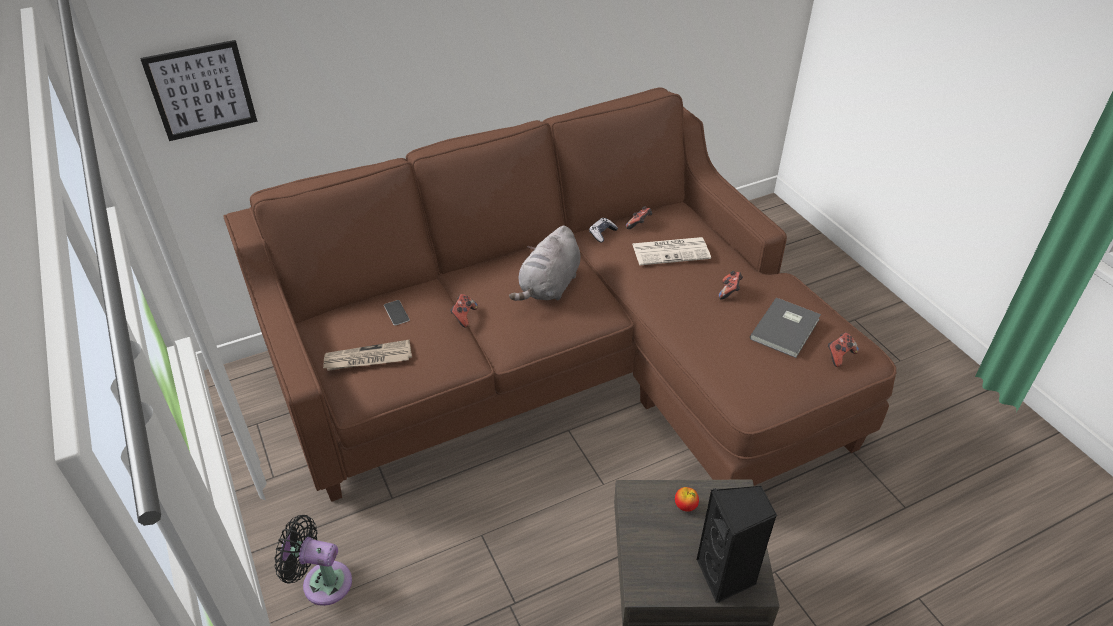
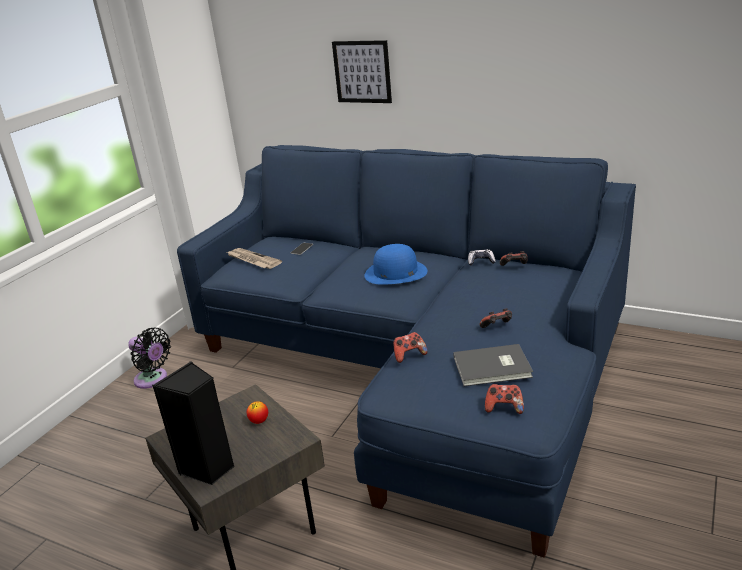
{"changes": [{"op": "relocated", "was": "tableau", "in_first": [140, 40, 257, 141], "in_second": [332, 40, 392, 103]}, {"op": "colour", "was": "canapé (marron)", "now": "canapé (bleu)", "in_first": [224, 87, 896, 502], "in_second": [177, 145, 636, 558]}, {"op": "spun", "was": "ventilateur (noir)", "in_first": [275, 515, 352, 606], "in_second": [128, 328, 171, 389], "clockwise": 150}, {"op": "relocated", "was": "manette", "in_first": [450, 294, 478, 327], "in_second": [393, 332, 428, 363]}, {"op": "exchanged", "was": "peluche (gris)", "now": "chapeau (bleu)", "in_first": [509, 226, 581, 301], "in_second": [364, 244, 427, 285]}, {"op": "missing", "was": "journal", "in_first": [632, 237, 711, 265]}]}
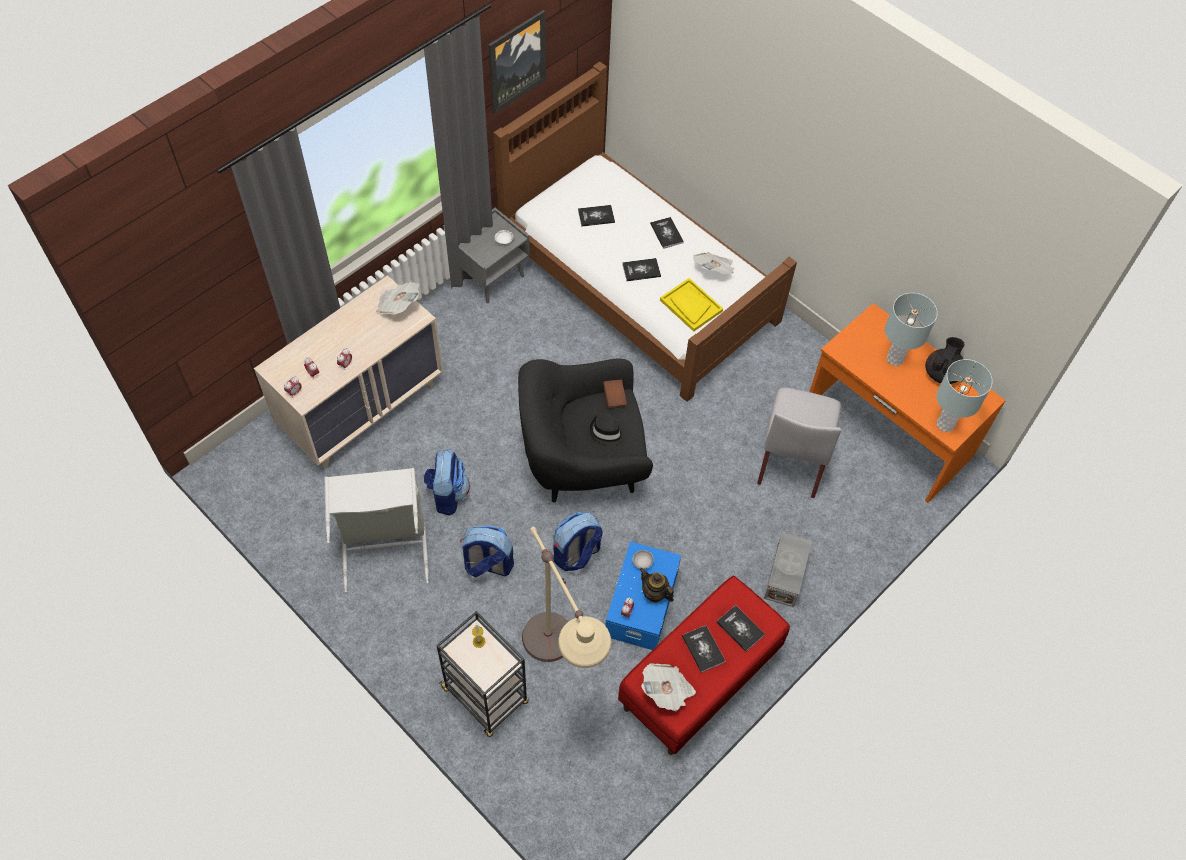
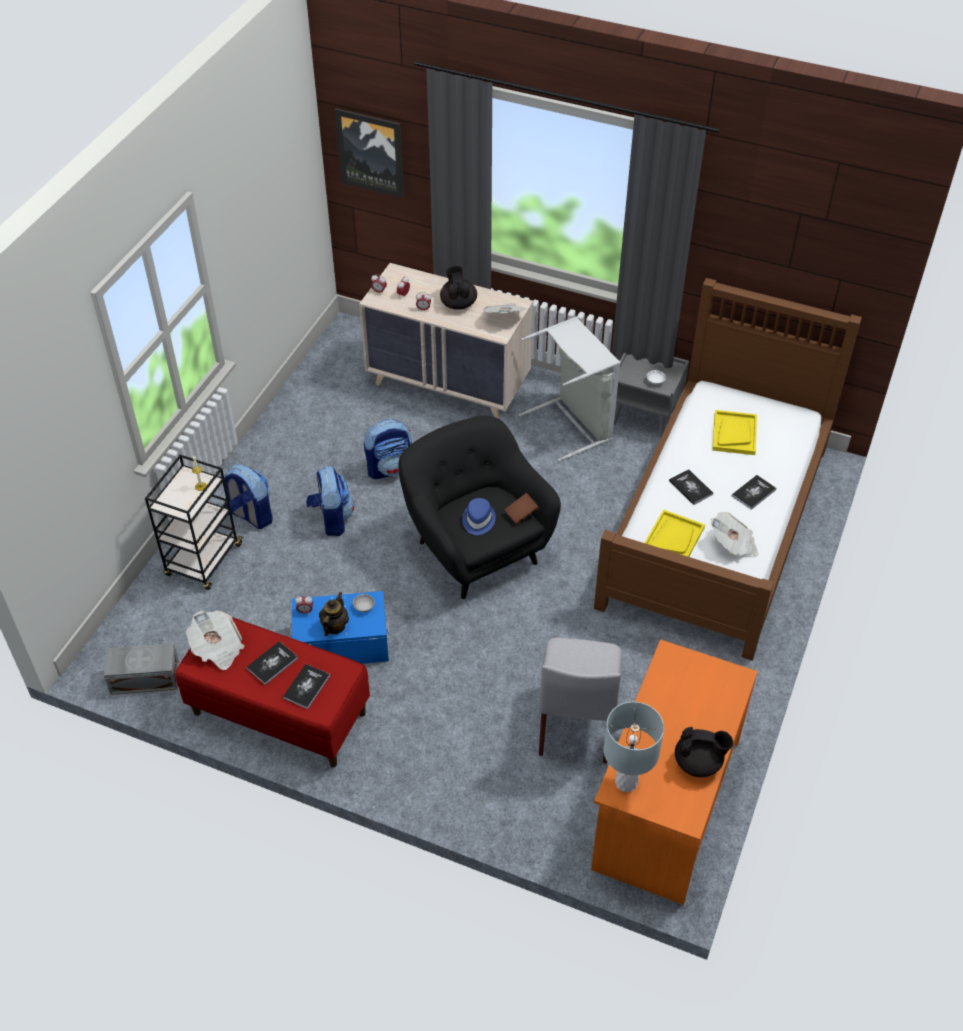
{"changes": [{"op": "relocated", "was": "panier à linge (gris)", "in_first": [324, 468, 429, 593], "in_second": [519, 316, 620, 461]}, {"op": "relocated", "was": "tableau", "in_first": [488, 10, 546, 114], "in_second": [335, 108, 404, 198]}, {"op": "missing", "was": "lampadaire (beige)", "in_first": [522, 527, 611, 668]}, {"op": "relocated", "was": "sac à dos", "in_first": [553, 512, 603, 571], "in_second": [224, 464, 273, 529]}, {"op": "exchanged", "was": "livre", "now": "plateau (jaune)", "in_first": [578, 205, 615, 227], "in_second": [712, 410, 757, 455]}, {"op": "colour", "was": "chapeau (noir)", "now": "chapeau (bleu)", "in_first": [590, 412, 625, 446], "in_second": [462, 498, 496, 535]}, {"op": "spun", "was": "chaise (gris)", "in_first": [757, 387, 842, 498], "in_second": [538, 637, 622, 764], "clockwise": -75}, {"op": "relocated", "was": "boîte de rangement (gris)", "in_first": [764, 532, 812, 607], "in_second": [104, 644, 179, 695]}, {"op": "missing", "was": "lampe de table (gris)", "in_first": [885, 293, 938, 366]}, {"op": "appeared", "now": "théière (noir)", "in_second": [440, 266, 477, 310]}]}
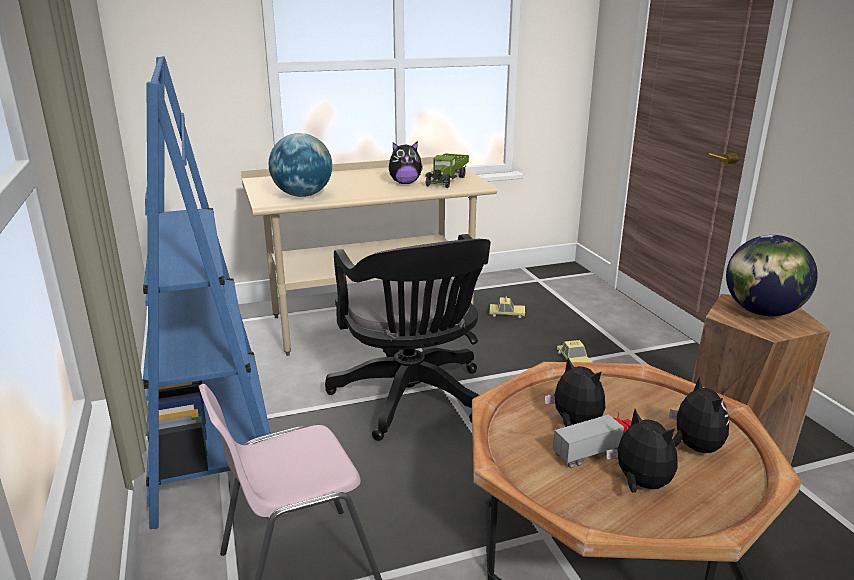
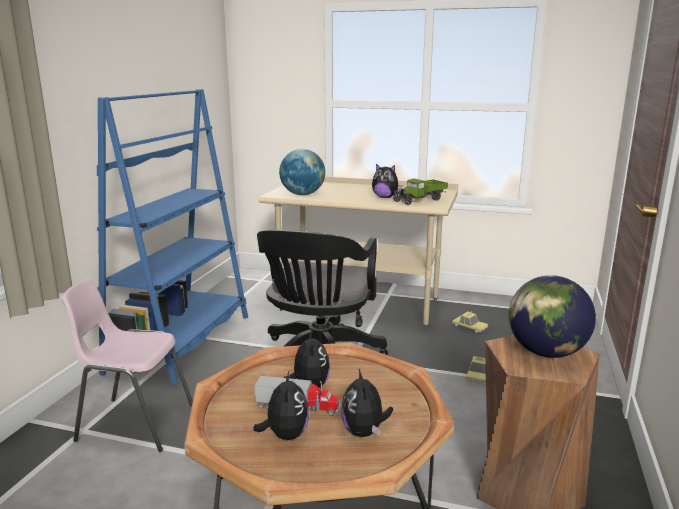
{"changes": [{"op": "spun", "was": "peluche", "in_first": [669, 376, 729, 453], "in_second": [341, 369, 393, 437], "clockwise": 150}]}
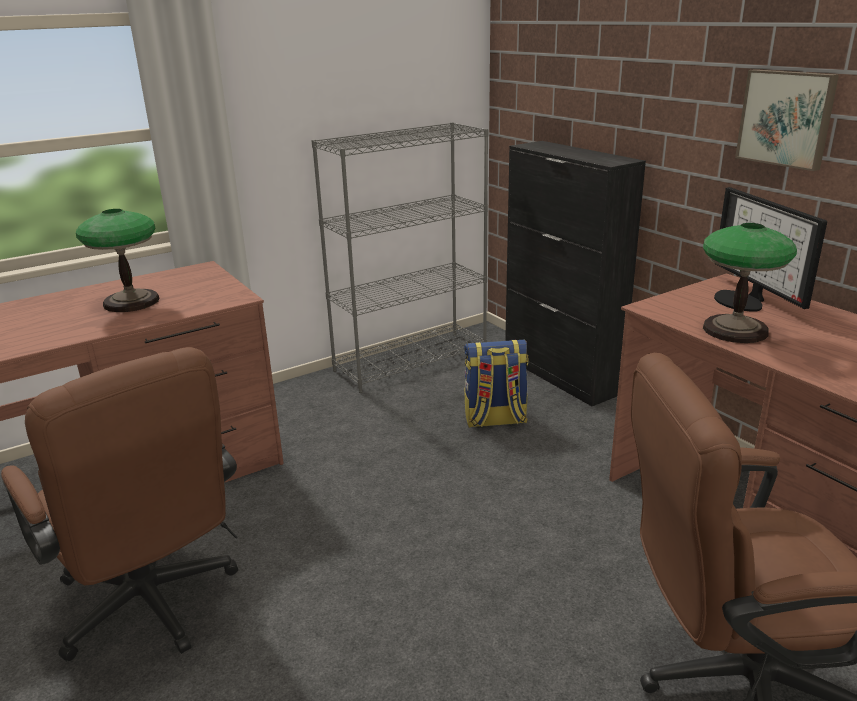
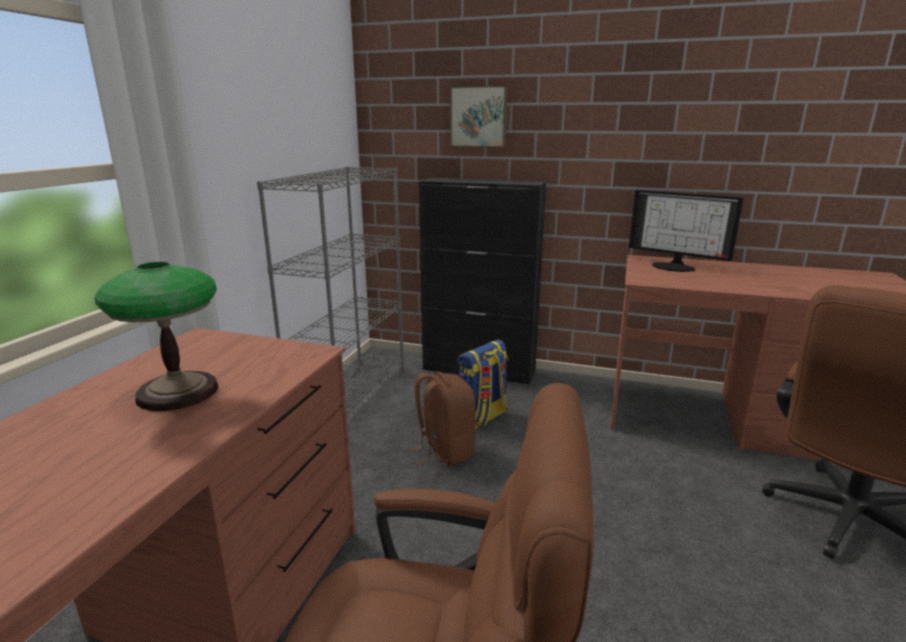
{"changes": [{"op": "missing", "was": "lampe de table", "in_first": [703, 223, 797, 343]}, {"op": "relocated", "was": "tableau", "in_first": [735, 69, 839, 171], "in_second": [450, 86, 508, 147]}, {"op": "appeared", "now": "sac à dos (marron)", "in_second": [407, 372, 476, 466]}]}
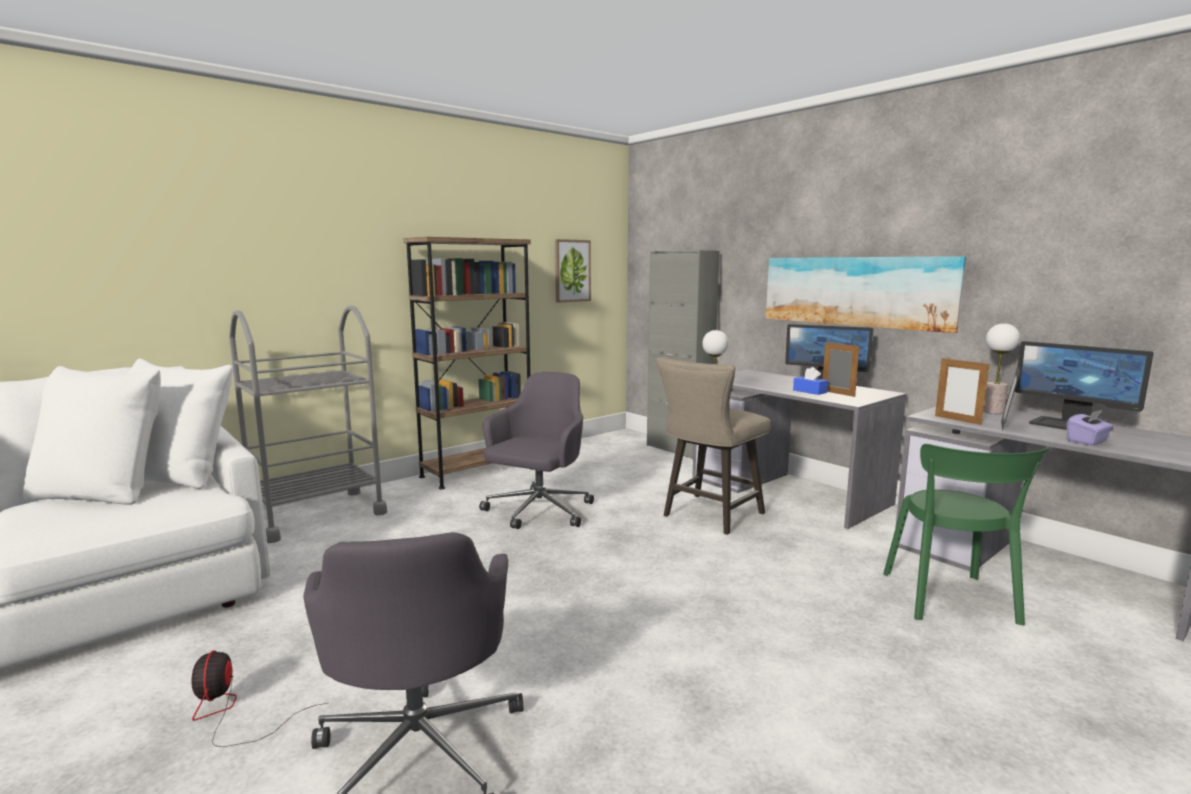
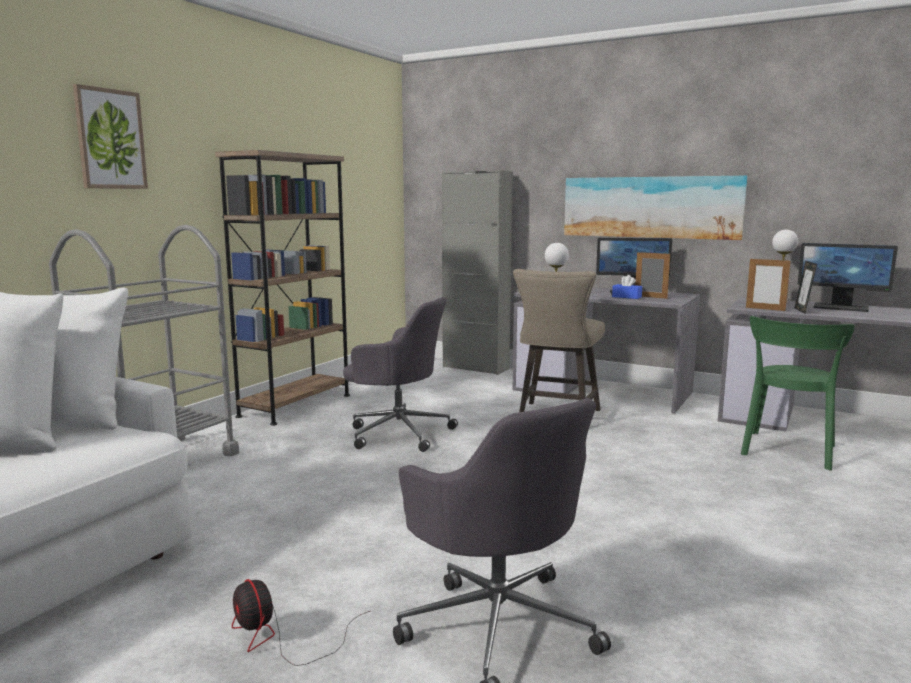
{"changes": [{"op": "spun", "was": "chaise de bureau (gris)", "in_first": [479, 372, 594, 529], "in_second": [343, 297, 458, 452], "clockwise": 105}, {"op": "relocated", "was": "tableau", "in_first": [555, 239, 591, 303], "in_second": [73, 84, 148, 189]}, {"op": "spun", "was": "chaise (vert)", "in_first": [883, 444, 1049, 626], "in_second": [741, 316, 855, 470], "clockwise": 45}, {"op": "missing", "was": "boîte à mouchoirs (violet)", "in_first": [1067, 410, 1114, 446]}]}
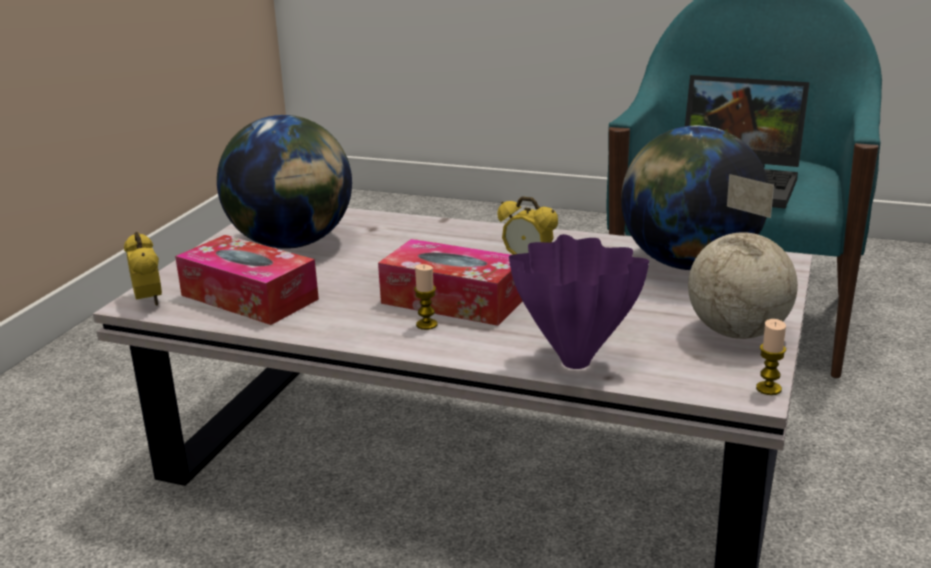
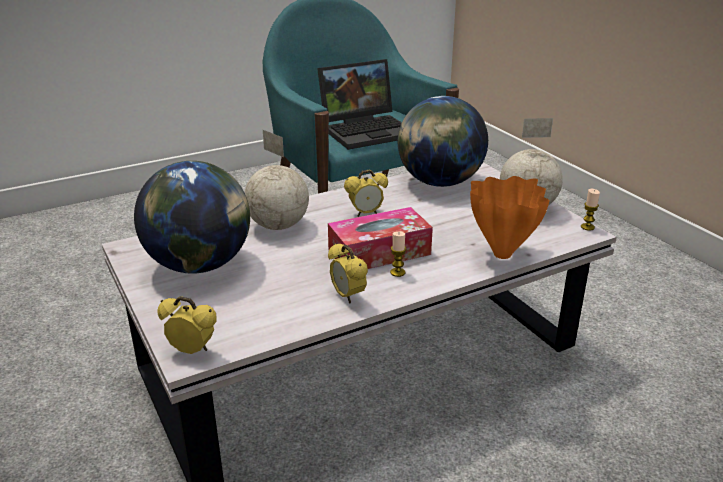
{"changes": [{"op": "missing", "was": "boîte à mouchoirs", "in_first": [175, 235, 319, 325]}, {"op": "colour", "was": "vase (violet)", "now": "vase (orange)", "in_first": [509, 234, 649, 369], "in_second": [470, 176, 550, 259]}, {"op": "appeared", "now": "globe", "in_second": [244, 130, 309, 230]}, {"op": "appeared", "now": "réveil", "in_second": [328, 243, 368, 304]}]}
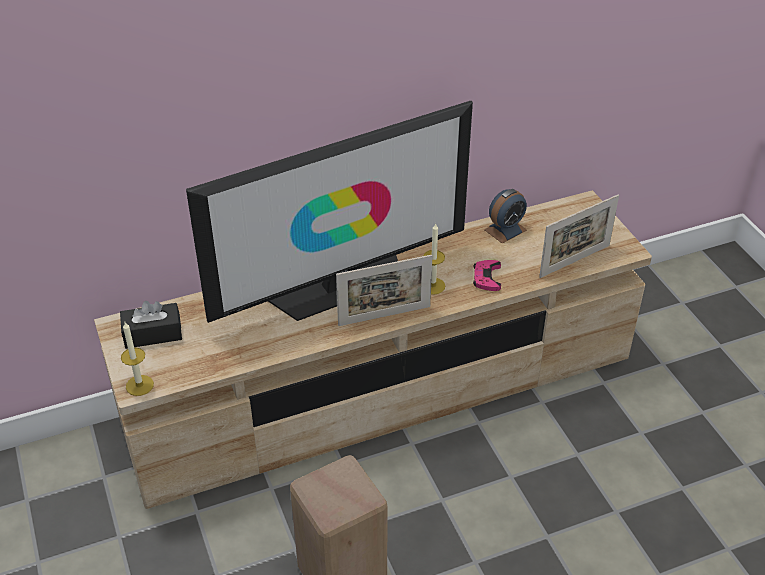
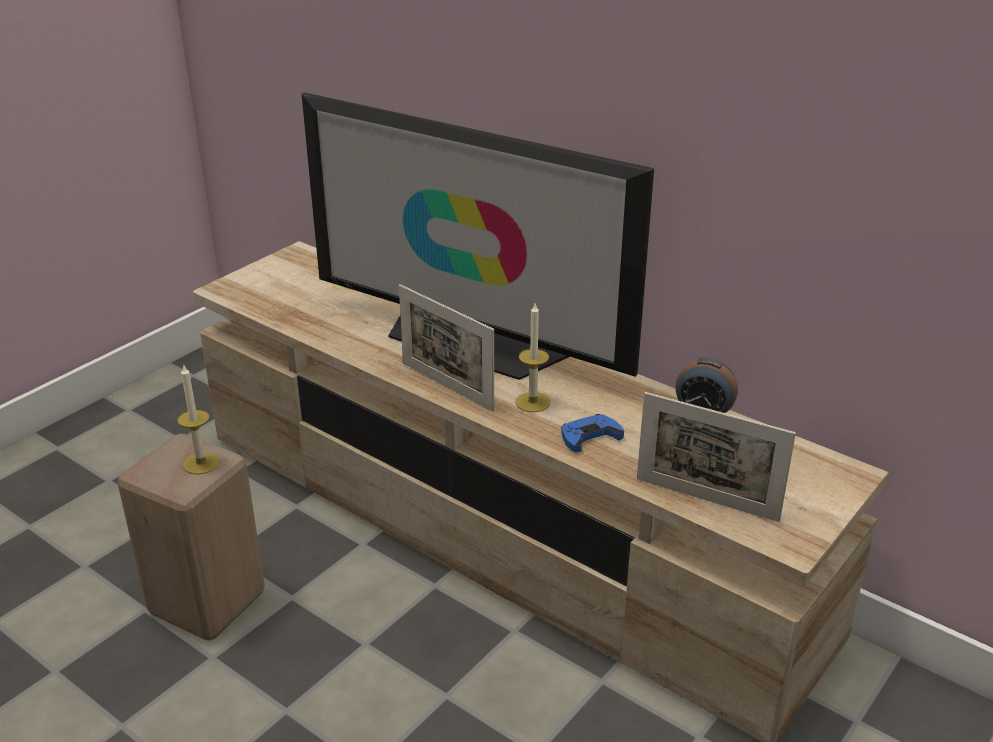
{"changes": [{"op": "missing", "was": "boîte à mouchoirs (noir)", "in_first": [120, 301, 182, 349]}, {"op": "relocated", "was": "bougie", "in_first": [121, 322, 154, 396], "in_second": [177, 364, 220, 474]}, {"op": "colour", "was": "manette (rose)", "now": "manette (bleu)", "in_first": [473, 260, 501, 291], "in_second": [561, 414, 624, 452]}]}
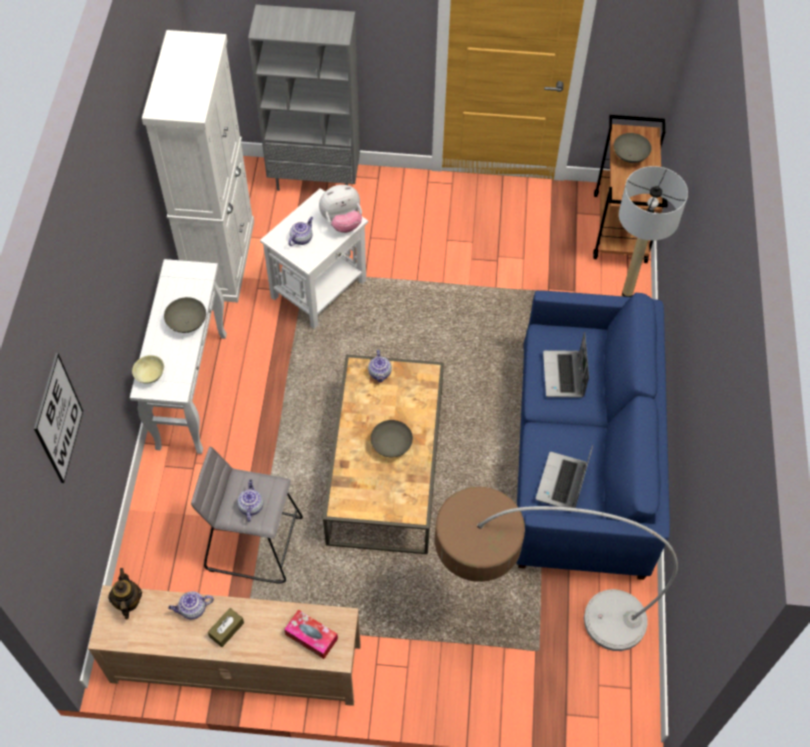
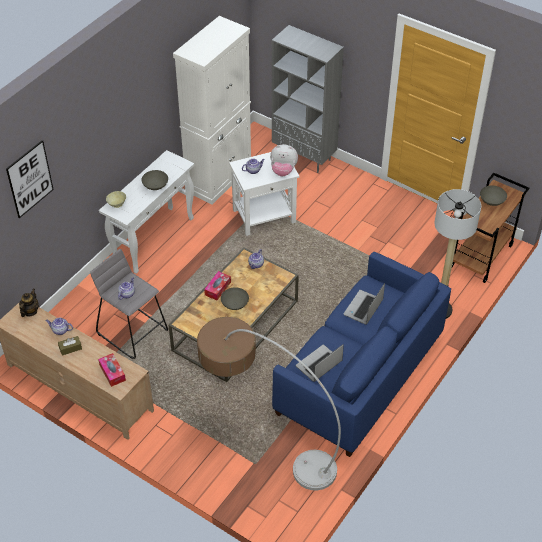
{"changes": [{"op": "appeared", "now": "boîte à mouchoirs", "in_second": [204, 271, 231, 300]}]}
